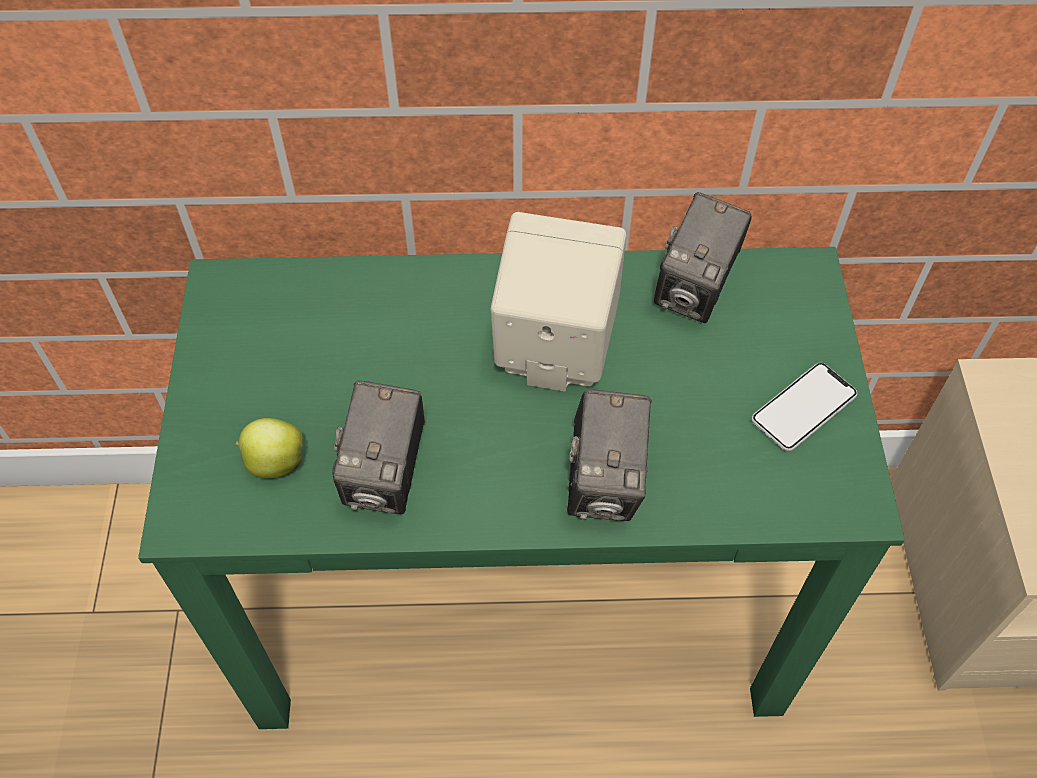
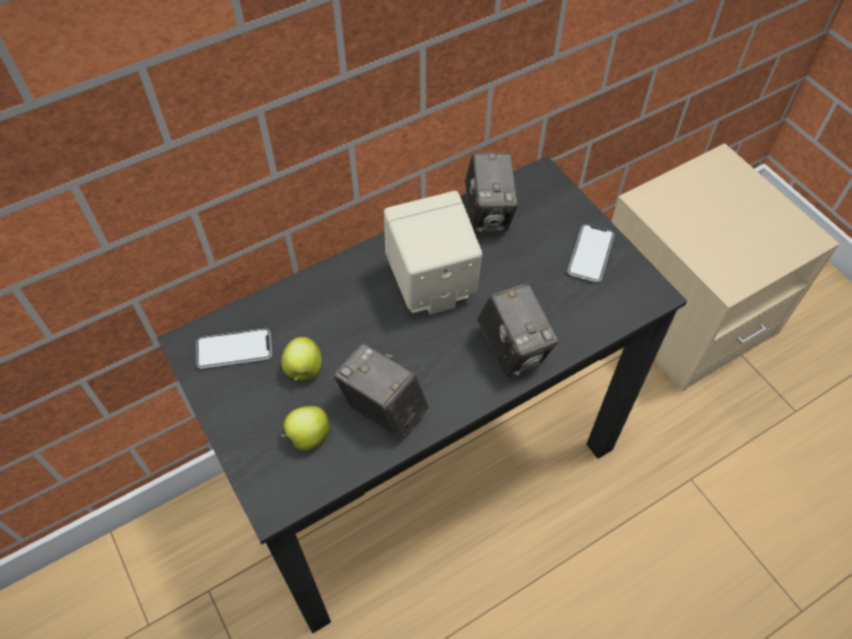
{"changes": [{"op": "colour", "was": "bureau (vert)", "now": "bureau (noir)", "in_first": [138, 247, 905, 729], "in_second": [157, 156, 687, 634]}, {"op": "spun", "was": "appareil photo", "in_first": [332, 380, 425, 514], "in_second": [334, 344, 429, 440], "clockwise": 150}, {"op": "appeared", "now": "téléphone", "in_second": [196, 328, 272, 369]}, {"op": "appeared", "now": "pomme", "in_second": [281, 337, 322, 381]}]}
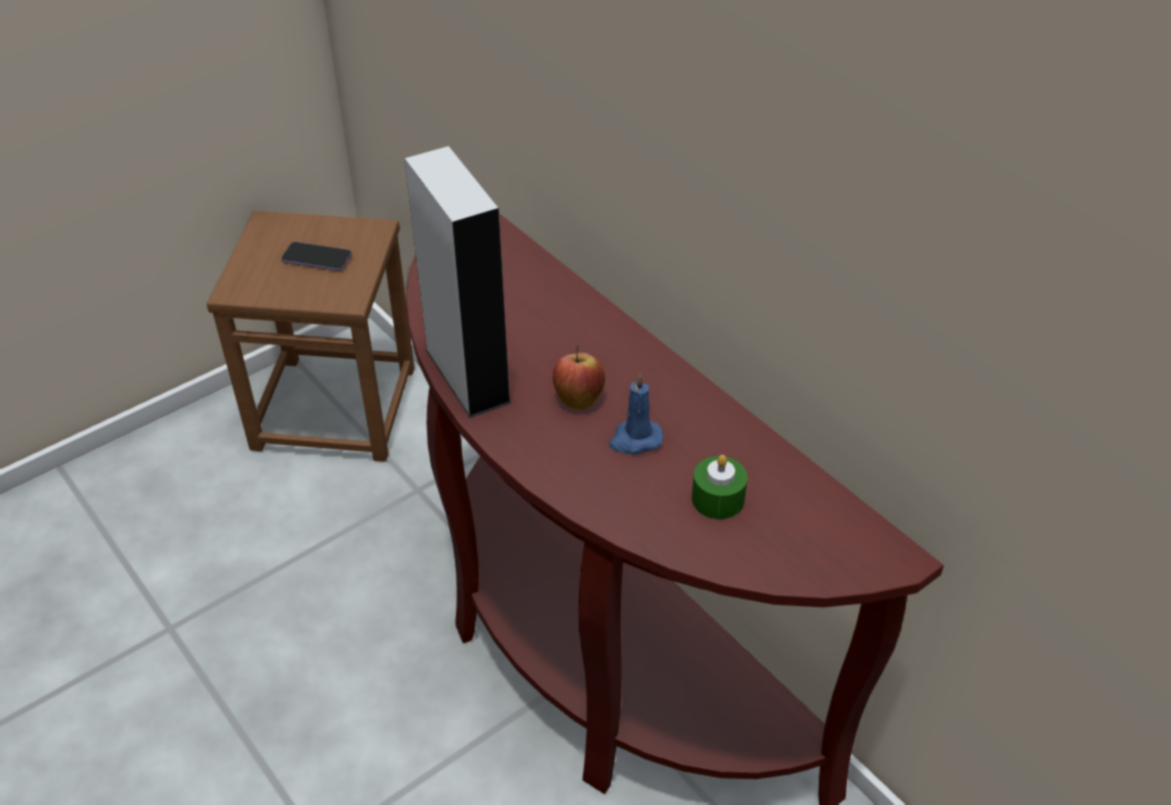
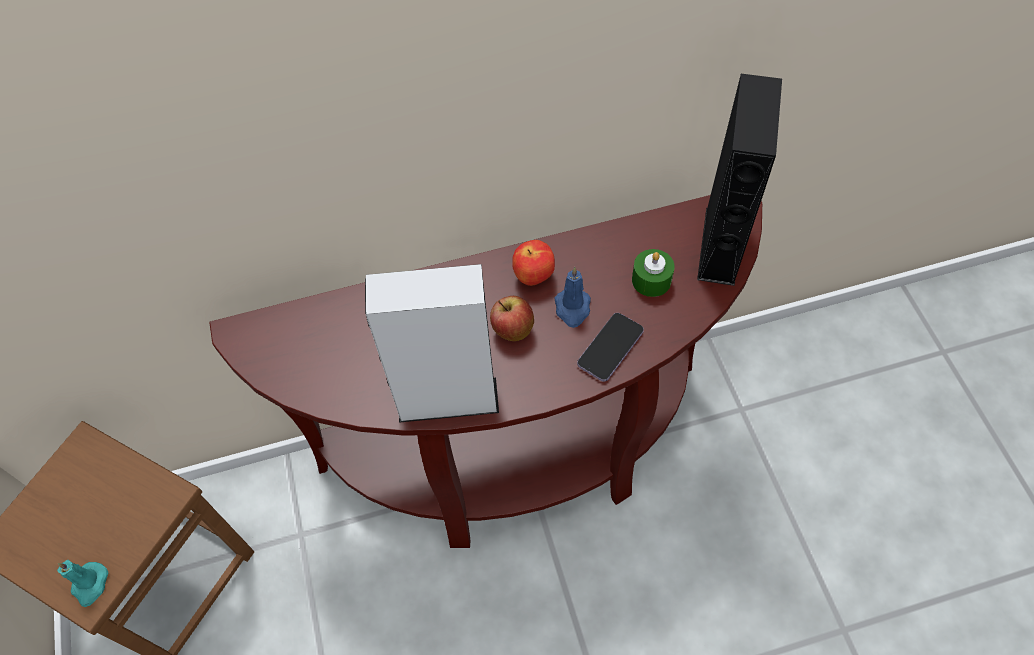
{"changes": [{"op": "relocated", "was": "téléphone", "in_first": [281, 242, 352, 271], "in_second": [577, 313, 644, 382]}, {"op": "appeared", "now": "bougie (turquoise)", "in_second": [57, 560, 108, 607]}, {"op": "appeared", "now": "pomme", "in_second": [512, 240, 555, 286]}, {"op": "appeared", "now": "enceinte (noir)", "in_second": [697, 74, 782, 286]}]}
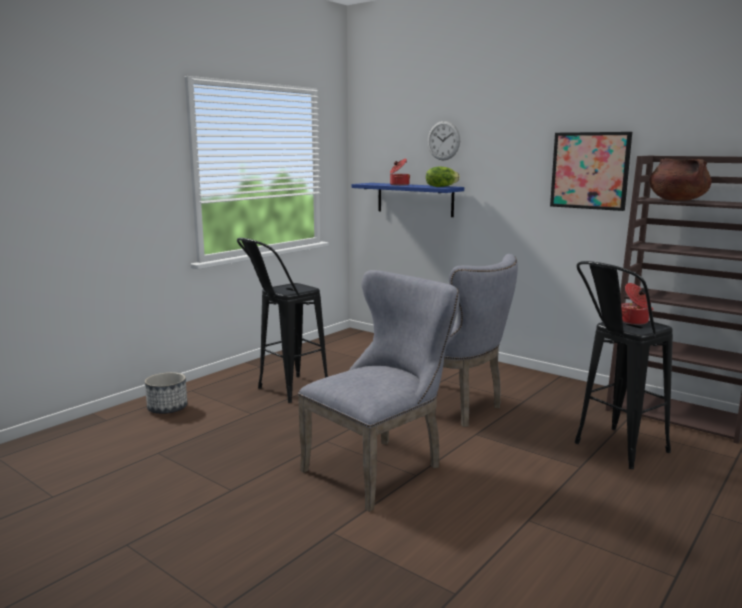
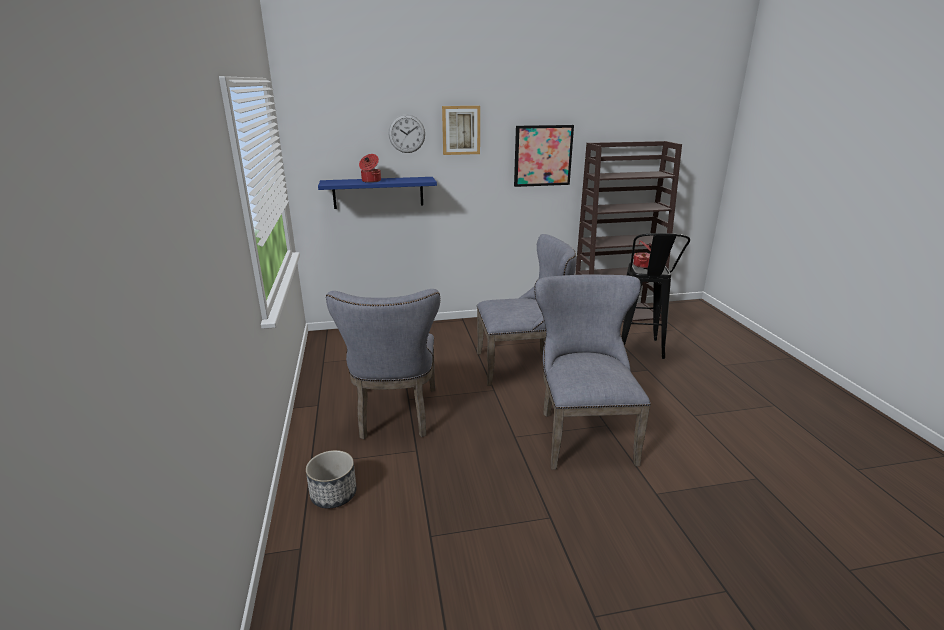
{"changes": [{"op": "exchanged", "was": "tabouret (noir)", "now": "chaise (gris)", "in_first": [237, 238, 328, 403], "in_second": [326, 289, 440, 439]}, {"op": "missing", "was": "laitue", "in_first": [426, 167, 460, 187]}, {"op": "missing", "was": "marmite (marron)", "in_first": [650, 158, 712, 201]}, {"op": "appeared", "now": "tableau", "in_second": [442, 106, 480, 155]}]}
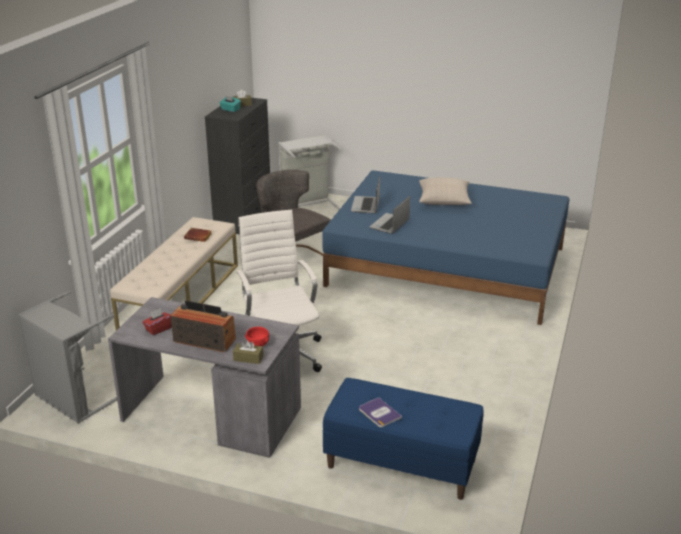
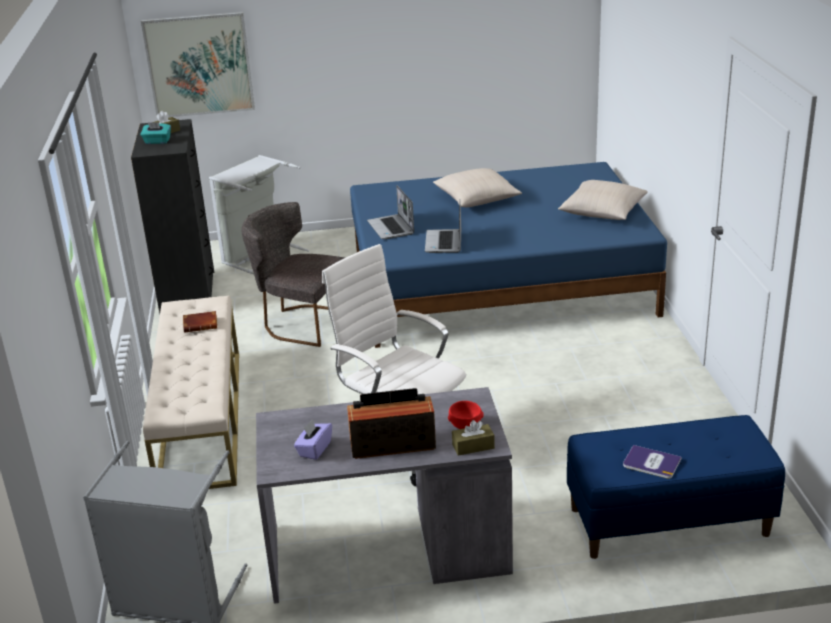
{"changes": [{"op": "colour", "was": "boîte à mouchoirs (rouge)", "now": "boîte à mouchoirs (violet)", "in_first": [142, 308, 172, 335], "in_second": [294, 419, 332, 460]}, {"op": "appeared", "now": "tableau", "in_second": [141, 12, 255, 117]}, {"op": "appeared", "now": "coussin (beige)", "in_second": [558, 180, 648, 220]}]}
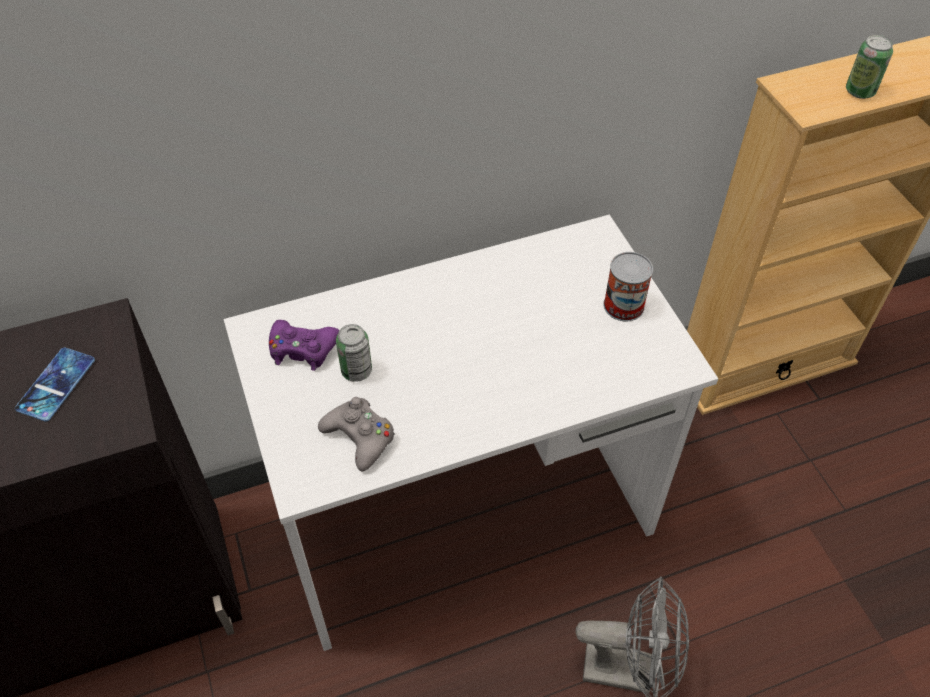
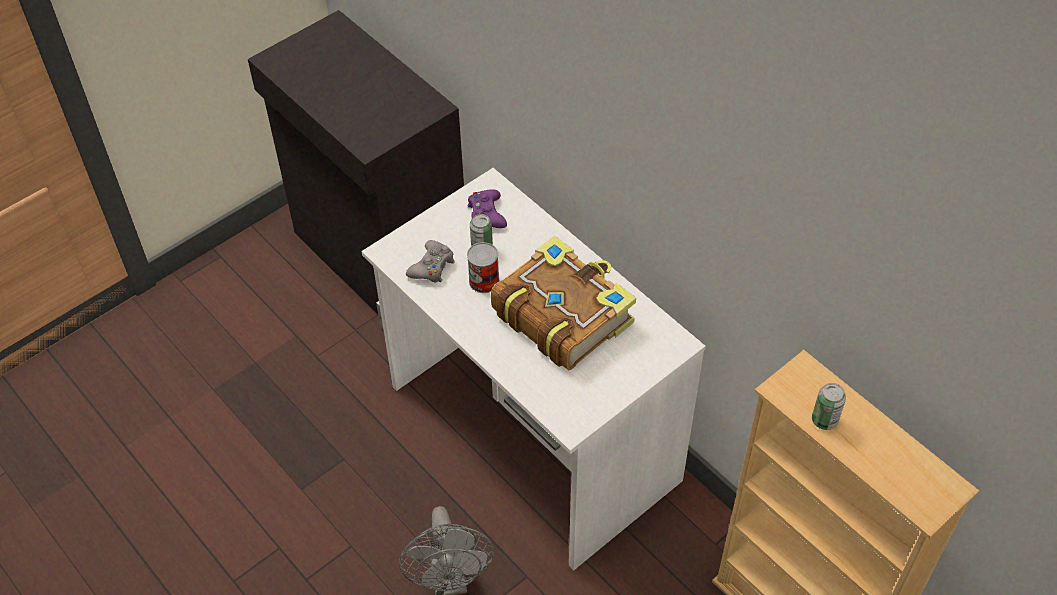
{"changes": [{"op": "missing", "was": "téléphone", "in_first": [15, 347, 95, 422]}, {"op": "relocated", "was": "boîte métallique", "in_first": [604, 252, 653, 322], "in_second": [467, 242, 499, 293]}, {"op": "appeared", "now": "livre", "in_second": [491, 235, 636, 370]}]}
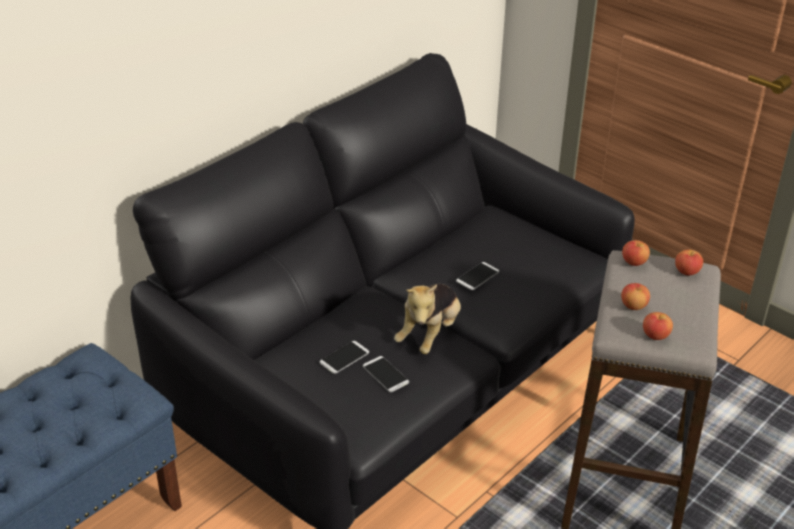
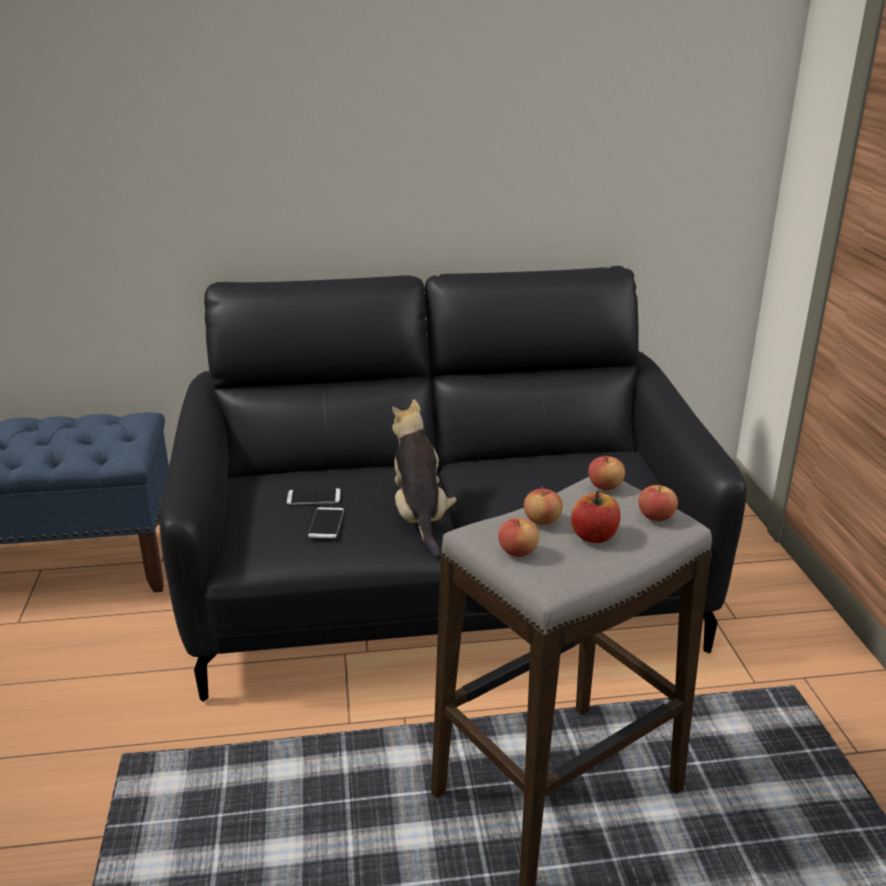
{"changes": [{"op": "spun", "was": "peluche", "in_first": [394, 284, 461, 354], "in_second": [392, 399, 457, 557], "clockwise": 105}, {"op": "missing", "was": "téléphone", "in_first": [456, 262, 499, 290]}, {"op": "appeared", "now": "pomme", "in_second": [571, 491, 621, 543]}]}
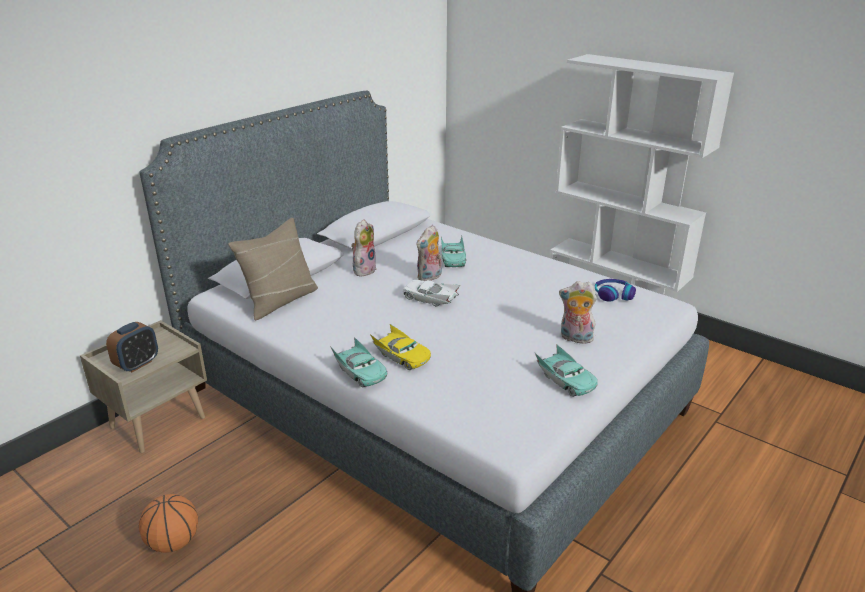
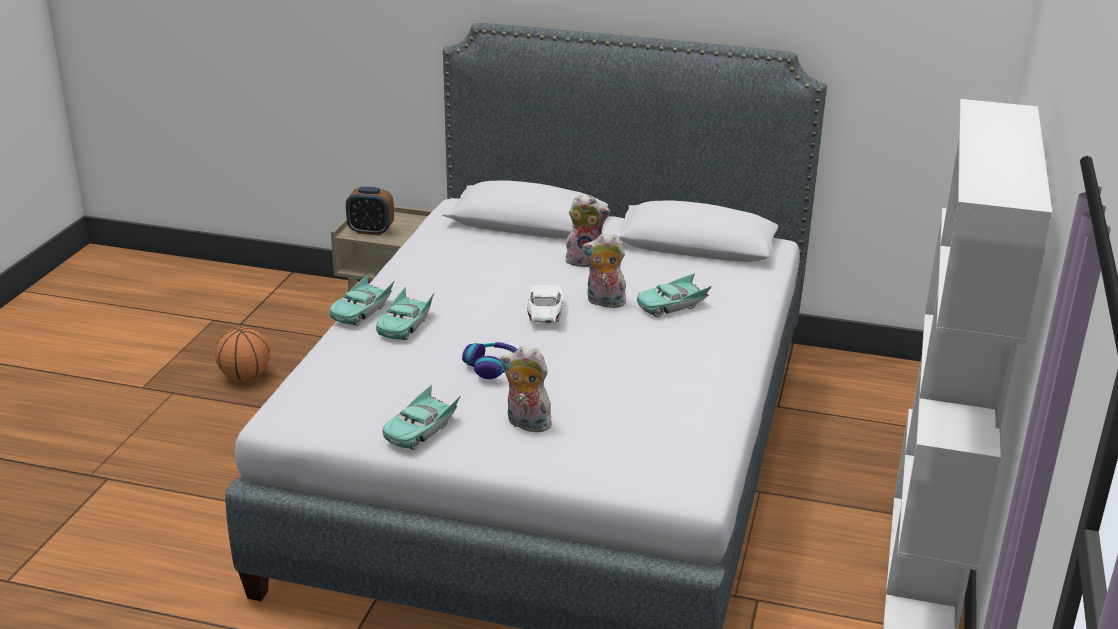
{"changes": [{"op": "missing", "was": "coussin (beige)", "in_first": [228, 218, 318, 320]}, {"op": "colour", "was": "petite voiture (jaune)", "now": "petite voiture (turquoise)", "in_first": [370, 324, 431, 370], "in_second": [376, 287, 434, 340]}, {"op": "spun", "was": "peluche", "in_first": [559, 281, 597, 344], "in_second": [501, 346, 554, 434], "clockwise": -60}, {"op": "relocated", "was": "casque audio", "in_first": [595, 279, 636, 302], "in_second": [462, 342, 518, 379]}]}
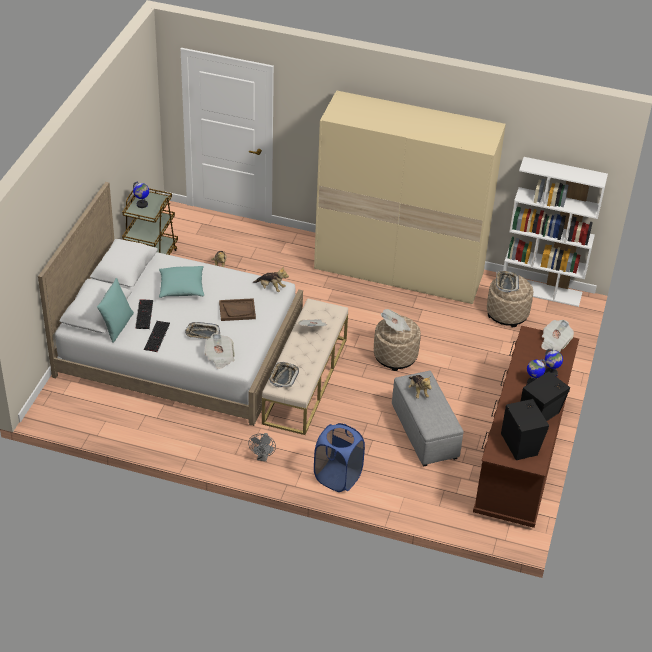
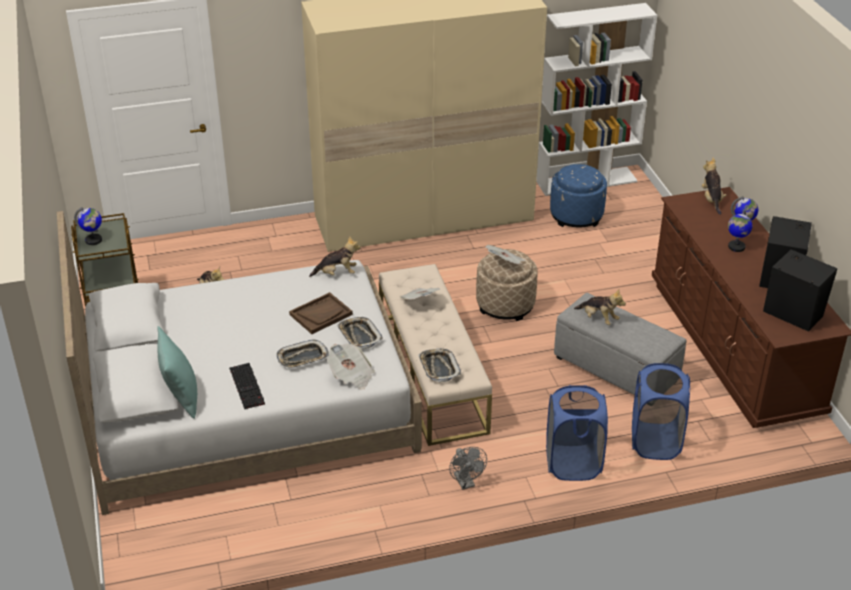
{"changes": [{"op": "missing", "was": "clavier", "in_first": [136, 299, 153, 329]}, {"op": "missing", "was": "coussin (turquoise)", "in_first": [159, 266, 204, 298]}, {"op": "colour", "was": "pouf (beige)", "now": "pouf (bleu)", "in_first": [487, 275, 533, 327], "in_second": [550, 164, 607, 227]}, {"op": "relocated", "was": "plateau", "in_first": [496, 271, 519, 293], "in_second": [337, 317, 383, 349]}, {"op": "exchanged", "was": "journal", "now": "peluche", "in_first": [541, 320, 574, 352], "in_second": [702, 158, 726, 215]}, {"op": "appeared", "now": "panier à linge (bleu)", "in_second": [632, 363, 690, 460]}]}
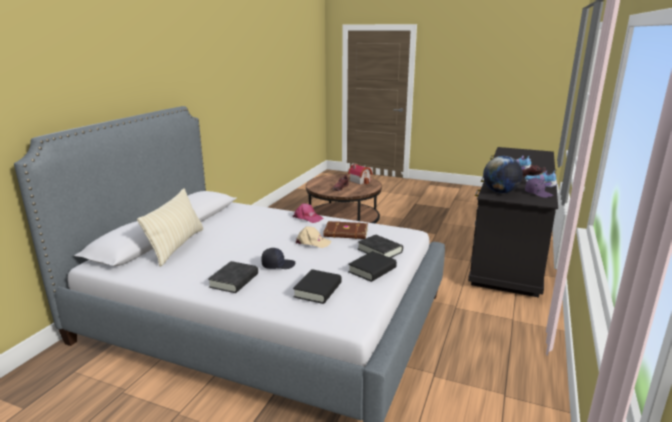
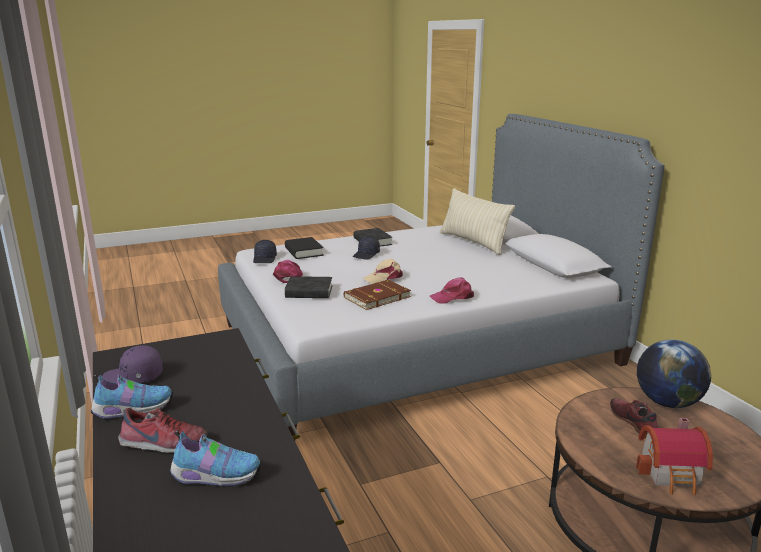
{"changes": [{"op": "exchanged", "was": "livre (noir)", "now": "casquette (rose)", "in_first": [348, 251, 397, 282], "in_second": [273, 260, 303, 283]}, {"op": "relocated", "was": "globe", "in_first": [483, 156, 523, 193], "in_second": [637, 339, 711, 408]}, {"op": "appeared", "now": "casquette (noir)", "in_second": [253, 240, 277, 263]}]}
